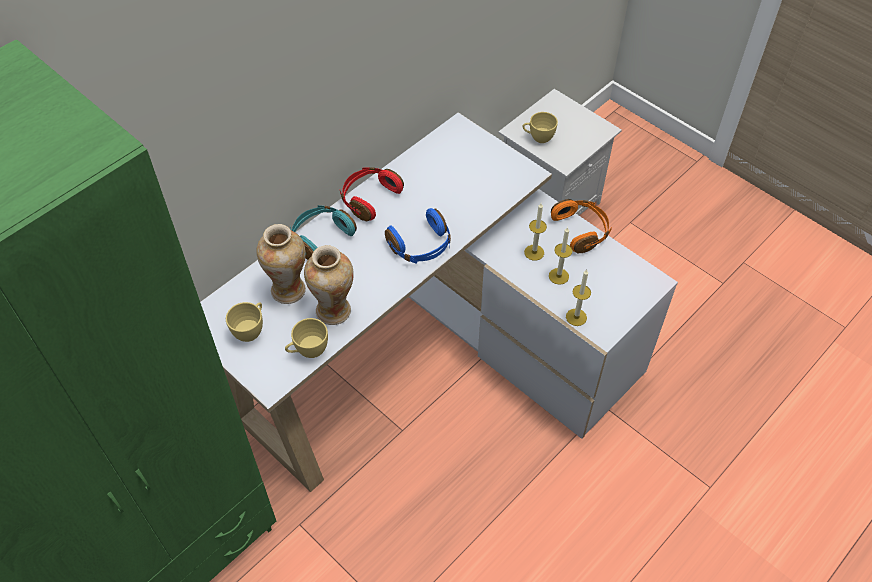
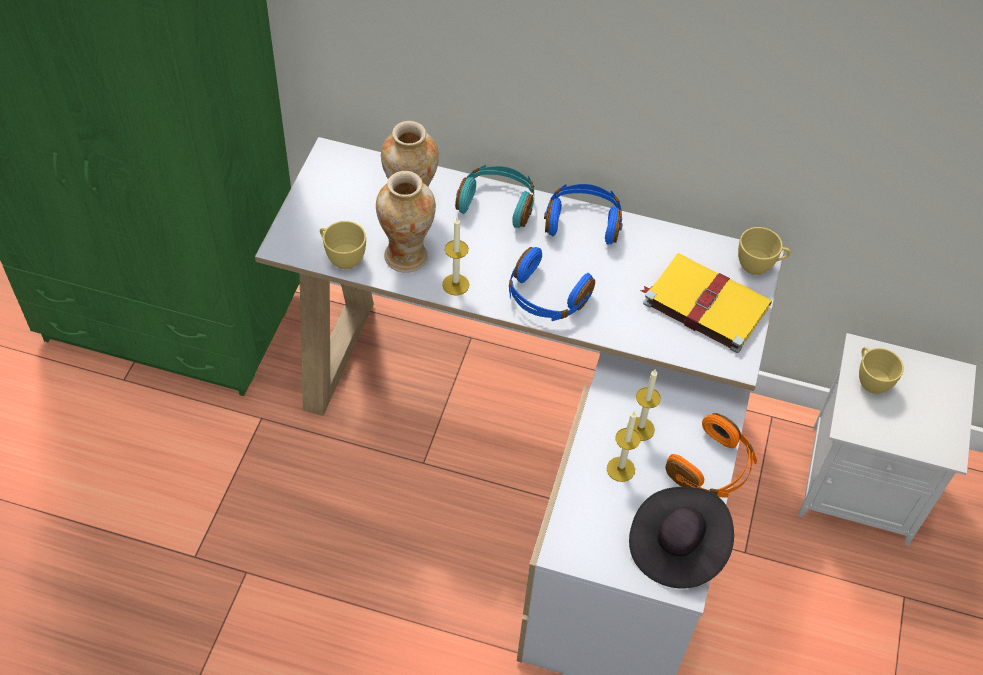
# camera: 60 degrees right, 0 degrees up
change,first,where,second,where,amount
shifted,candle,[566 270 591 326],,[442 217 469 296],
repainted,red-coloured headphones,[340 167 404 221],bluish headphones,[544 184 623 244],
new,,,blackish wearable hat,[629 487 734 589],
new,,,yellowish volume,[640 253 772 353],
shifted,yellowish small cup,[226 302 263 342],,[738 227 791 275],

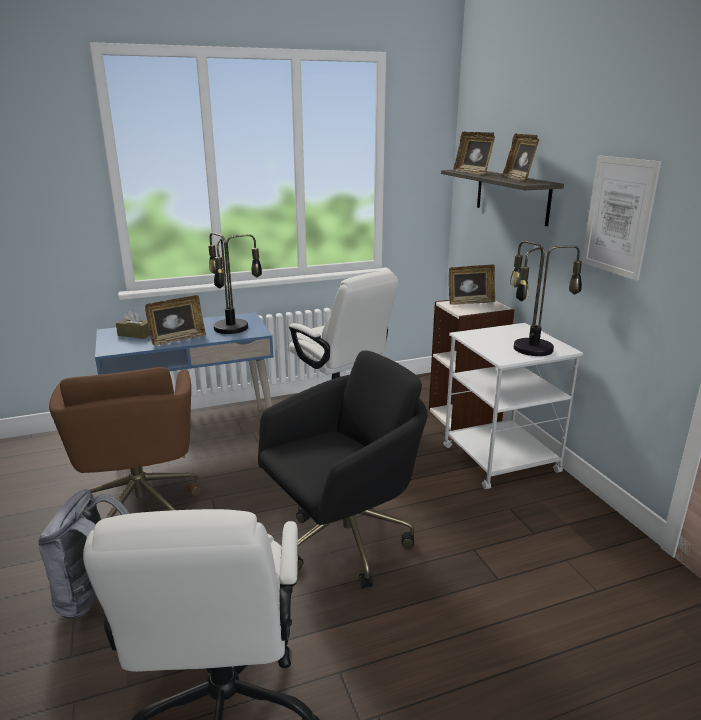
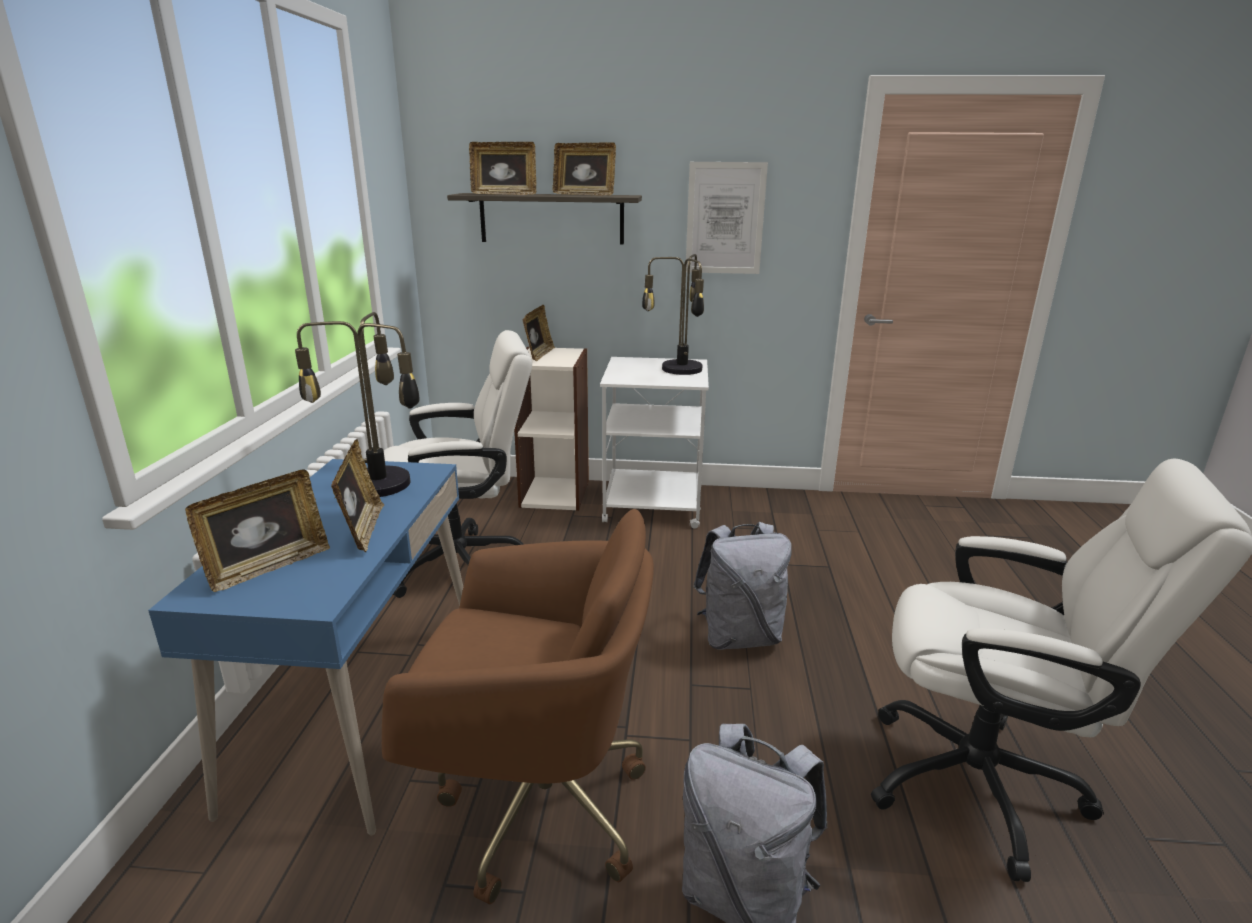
# camera: 65 degrees left, 0 degrees up
change,first,where,second,where,amount
swapped,brown-coloured tissue holder,[116 310 150 339],picture frame,[185 469 330 592],
swapped,blackish office chair,[258 351 428 588],gray backpack,[693 522 792 650],

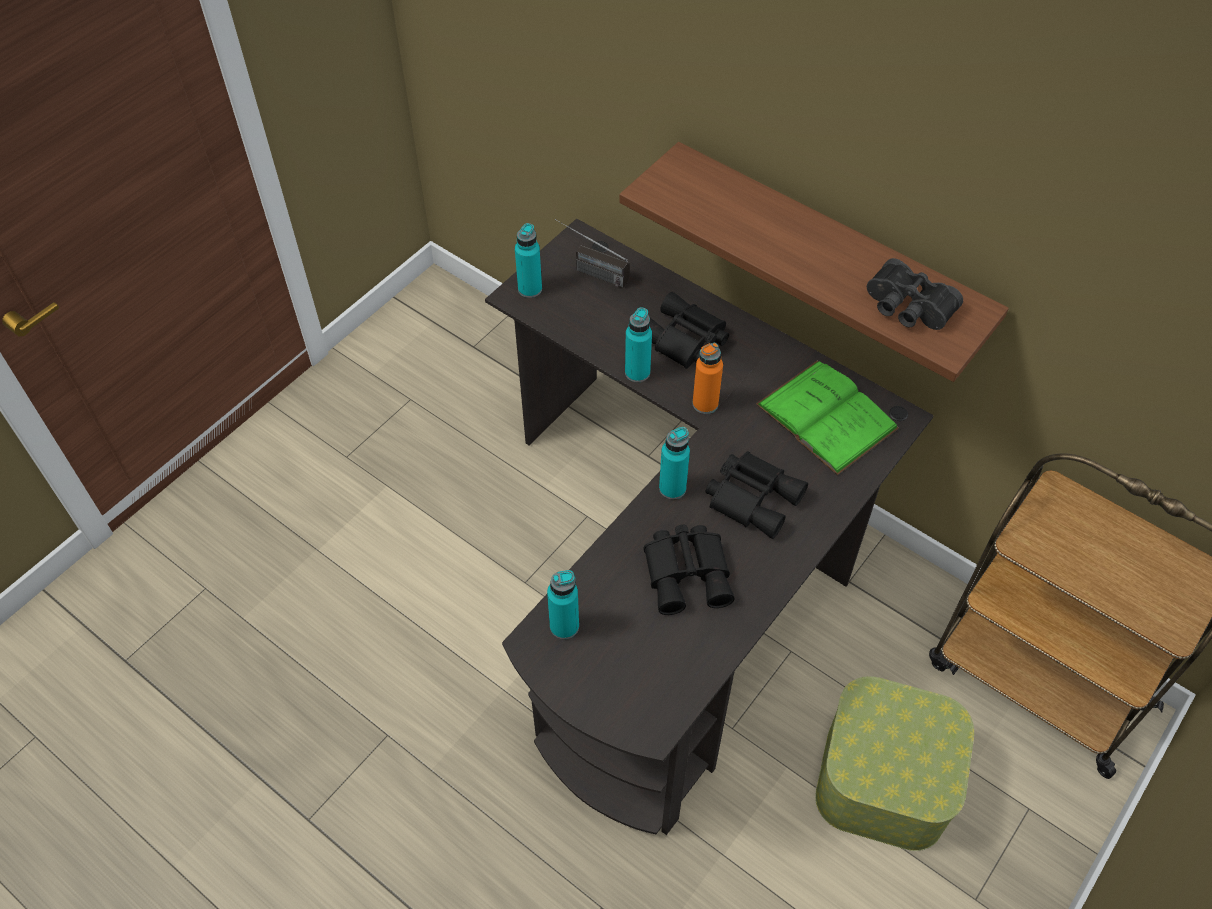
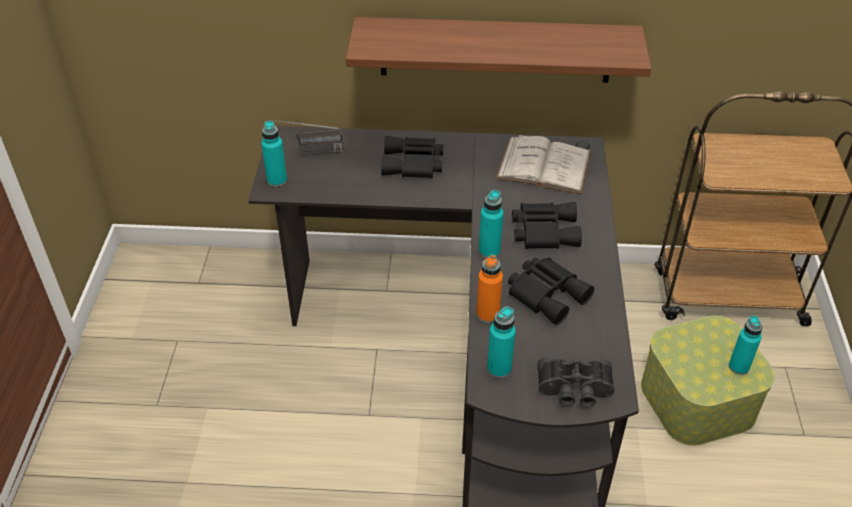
# camera: 35 degrees left, 10 degrees down
change,first,where,second,where,amount
shifted,orange beverage bottle,[693 343 723 414],,[476 255 503 323],
repainted,green volume,[756 361 899 475],white-coloured volume,[495 135 591 194],
shifted,blackish field glasses,[867 258 963 330],,[537 356 614 407],
shifted,turquoise-coloured beverage bottle,[625 307 652 382],,[729 315 762 375],

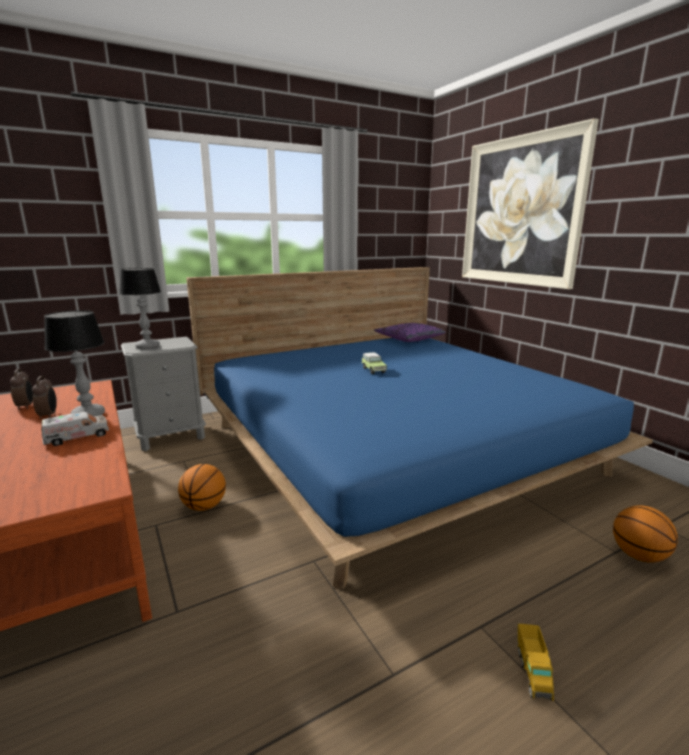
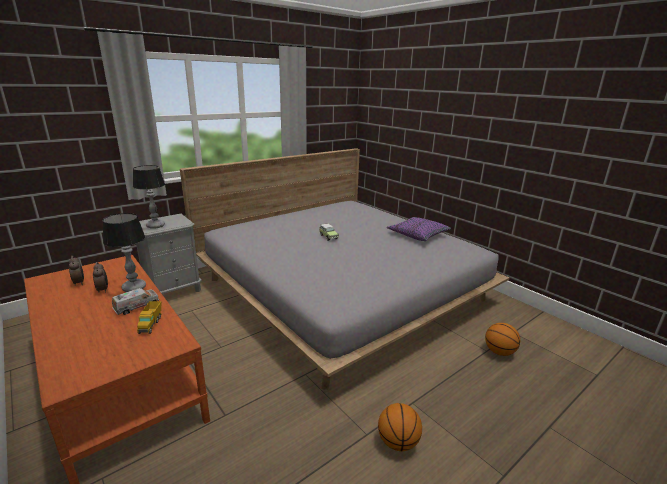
# camera: 10 degrees left, 5 degrees up
change,first,where,second,where,amount
shifted,toy lorry,[518 623 554 701],,[137 301 162 334],
repainted,bluish sleeping bed,[186 267 653 589],gray sleeping bed,[180 148 509 390],
shifted,ball for basketball,[178 464 226 511],,[378 403 422 451],
shifted,purple-coloured cushion,[374 323 445 342],,[387 217 451 241],
gone,wall picture,[462 118 599 289],,,

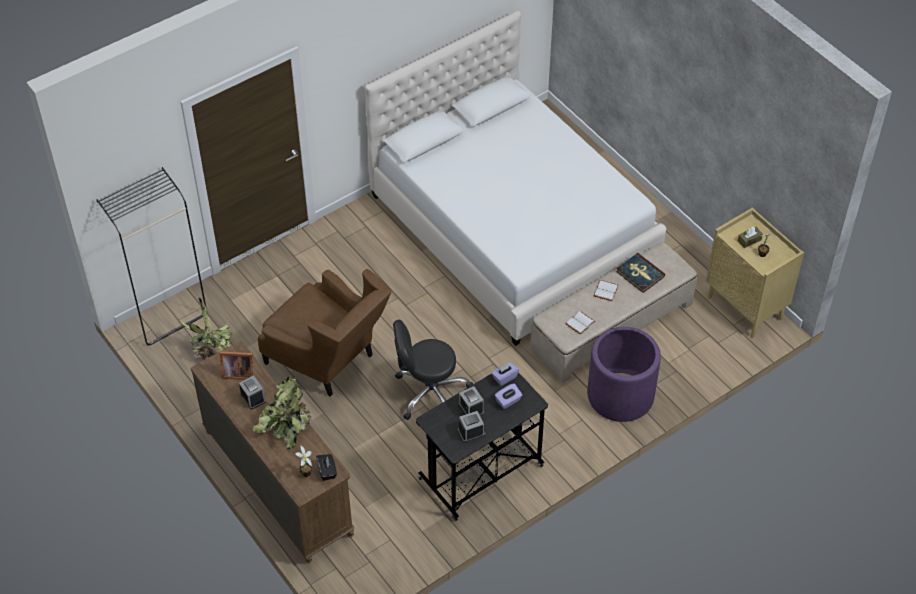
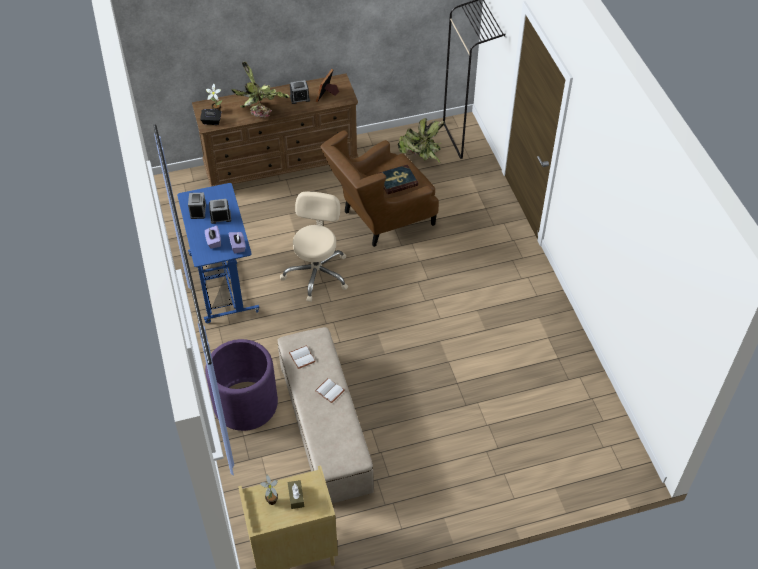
# camera: 110 degrees right, 0 degrees up
change,first,where,second,where,amount
repainted,blackish desk,[416 372 548 521],bluish desk,[177 183 259 323],
repainted,blackish office chair,[393 320 473 420],sand-coloured office chair,[280 192 348 302],
shifted,volume,[616 253 665 293],,[377 165 418 195],
gone,white-coloured sleeping bed,[365 11 666 346],,,

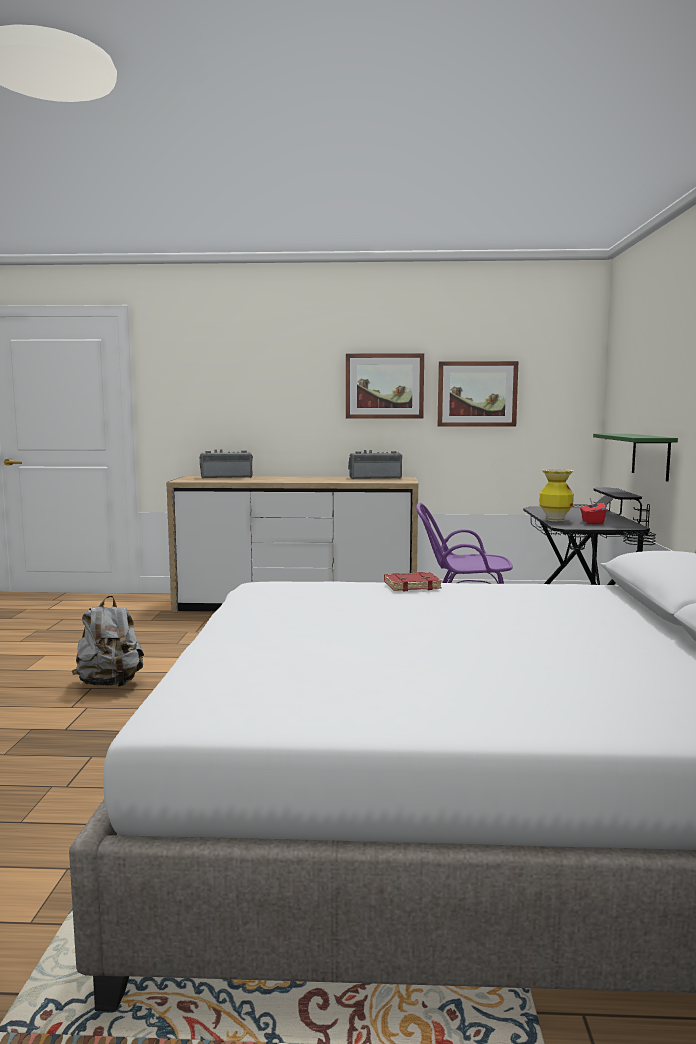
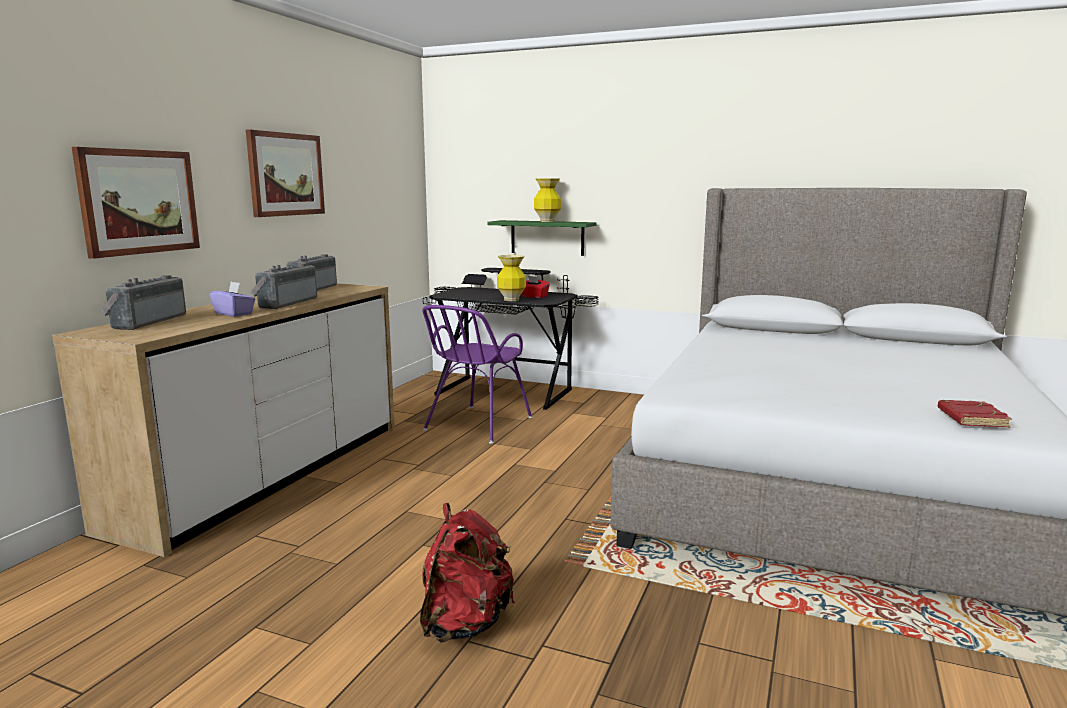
# camera: 70 degrees left, 5 degrees up
change,first,where,second,where,amount
shifted,wall picture,[438 361 518 427],,[72 147 200 259],
new,,,purple-coloured tissue holder,[210 282 255 317],
new,,,radio receiver,[250 263 317 309],
repainted,gray backpack,[72 596 144 687],red-coloured backpack,[420 503 515 642],
new,,,flower vase,[534 178 561 222],
shifted,red-coloured volume,[384 572 442 591],,[937 400 1012 428],

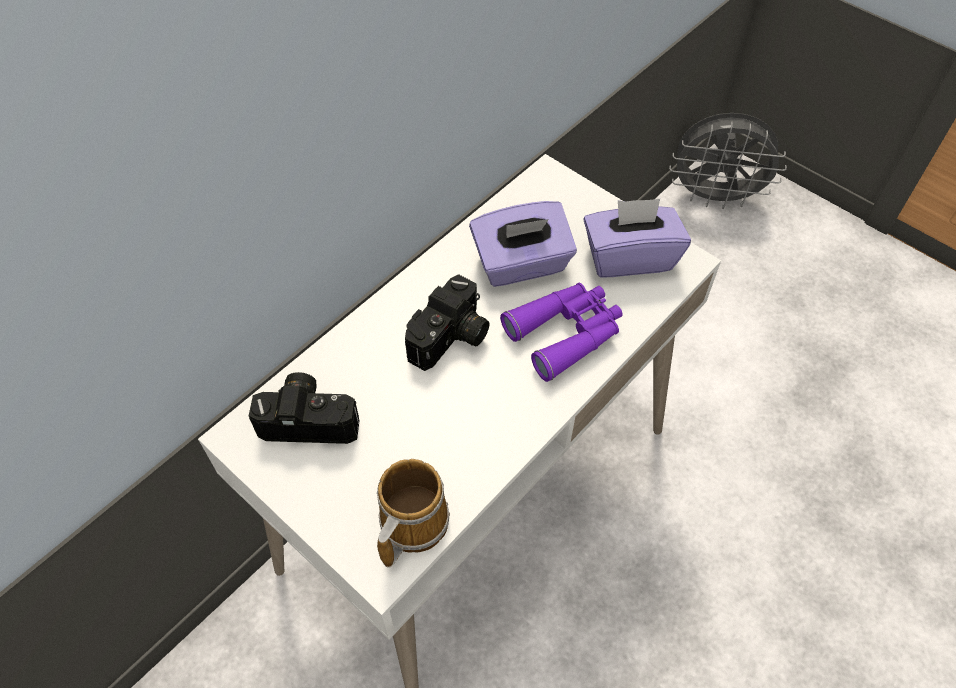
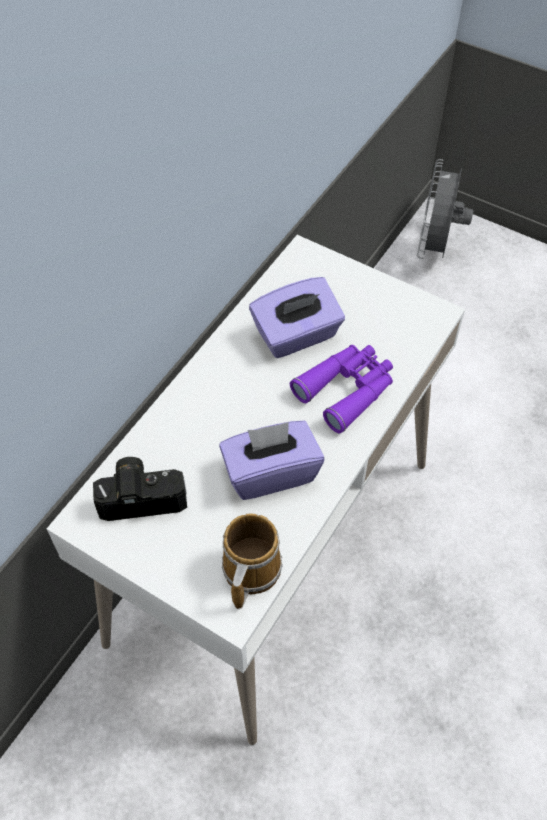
# camera: 10 degrees left, 0 degrees up
change,first,where,second,where,amount
shifted,purple-coloured tissue holder,[583 199 691 277],,[219 421 324 500],
rotated,gray electric fan,[669 113 787 209],,[417 159 473 259],105 degrees clockwise
gone,still camera,[405 274 490 371],,,

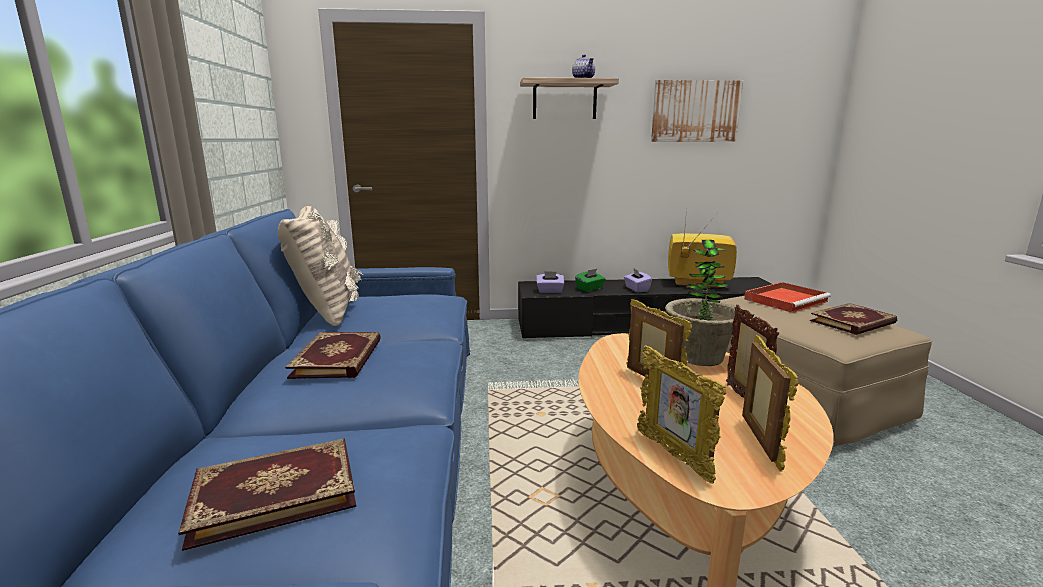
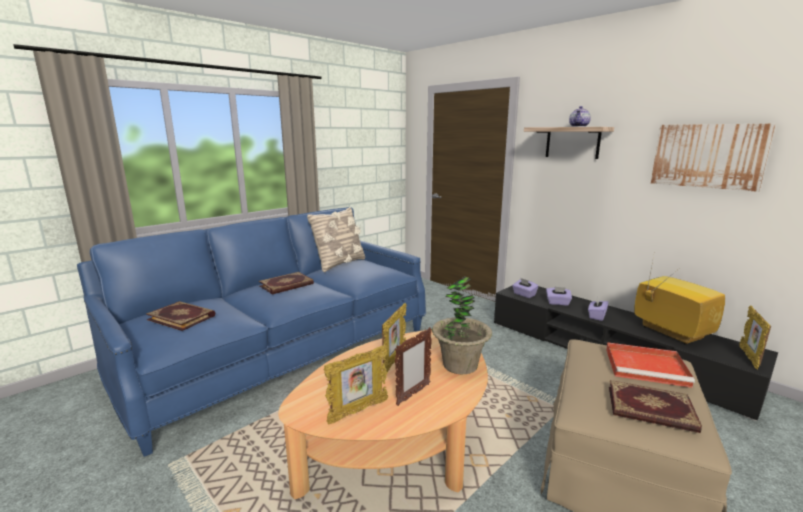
# camera: 50 degrees right, 0 degrees up
change,first,where,second,where,amount
repainted,green tissue holder,[575 269 605 292],purple-coloured tissue holder,[546 287 572 305],
shifted,picture frame,[637 345 726 484],,[739 306 771 369],

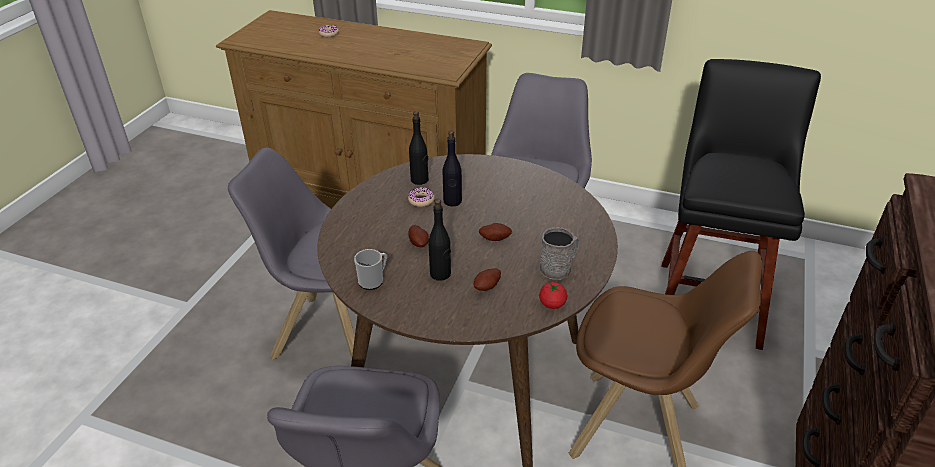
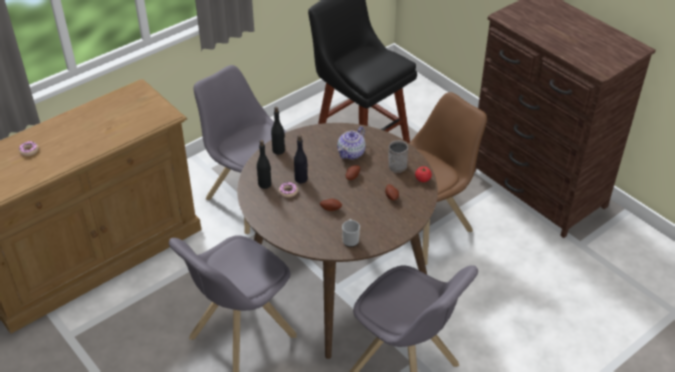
# camera: 60 degrees left, 5 degrees up
change,first,where,second,where,amount
shifted,blackish beverage bottle,[429 199 451 281],,[271 107 285 155],
new,,,teapot,[337 127 366 159],

